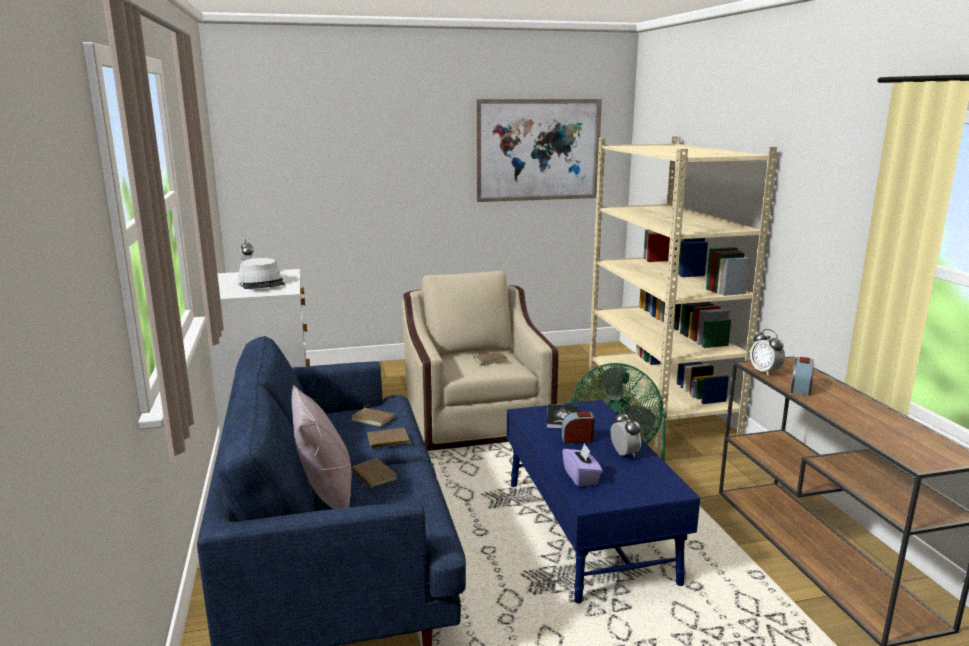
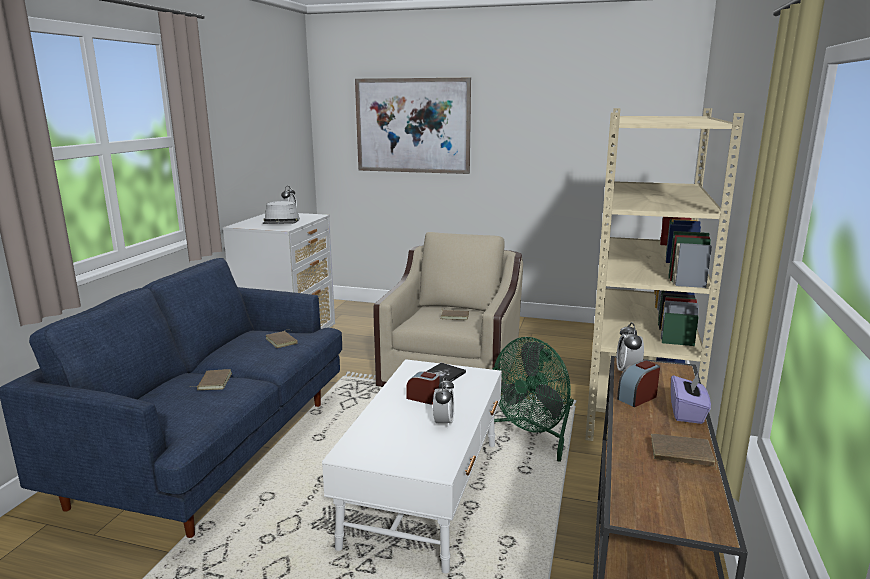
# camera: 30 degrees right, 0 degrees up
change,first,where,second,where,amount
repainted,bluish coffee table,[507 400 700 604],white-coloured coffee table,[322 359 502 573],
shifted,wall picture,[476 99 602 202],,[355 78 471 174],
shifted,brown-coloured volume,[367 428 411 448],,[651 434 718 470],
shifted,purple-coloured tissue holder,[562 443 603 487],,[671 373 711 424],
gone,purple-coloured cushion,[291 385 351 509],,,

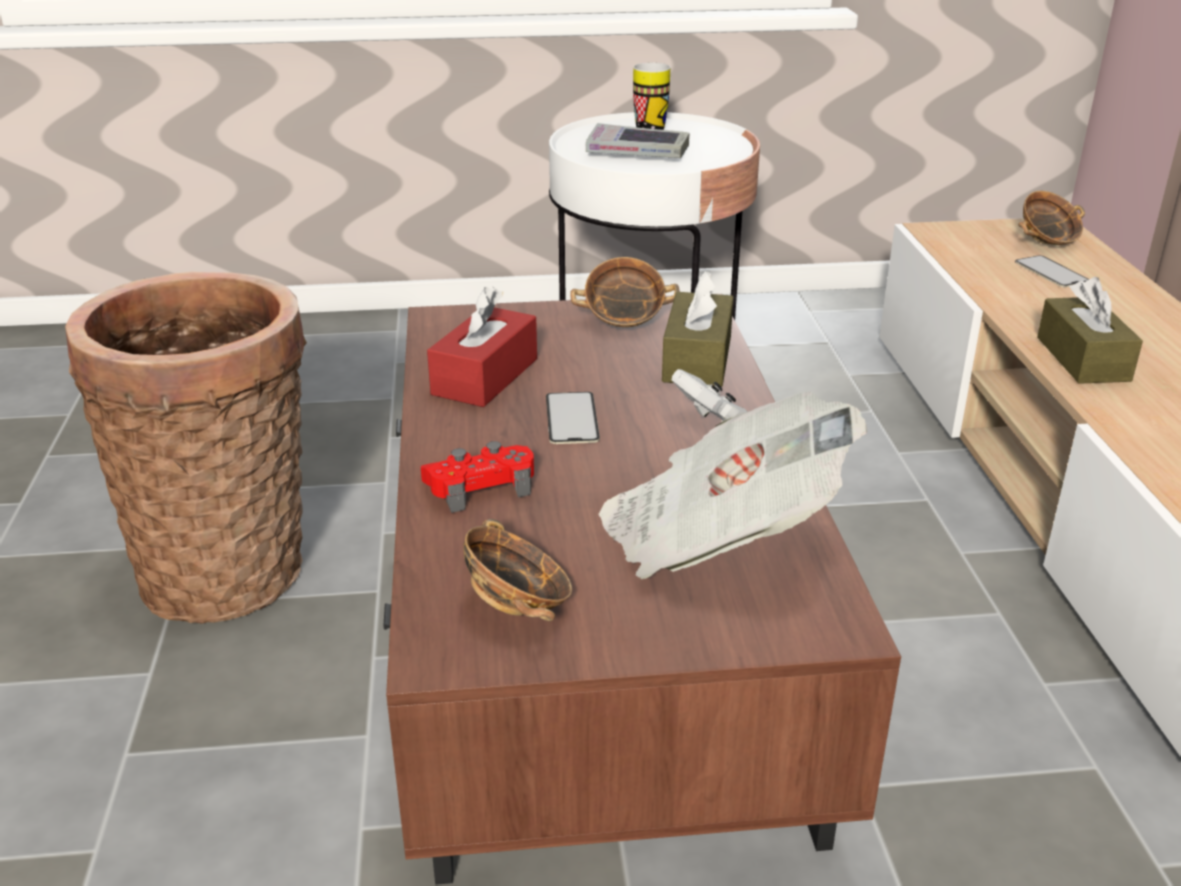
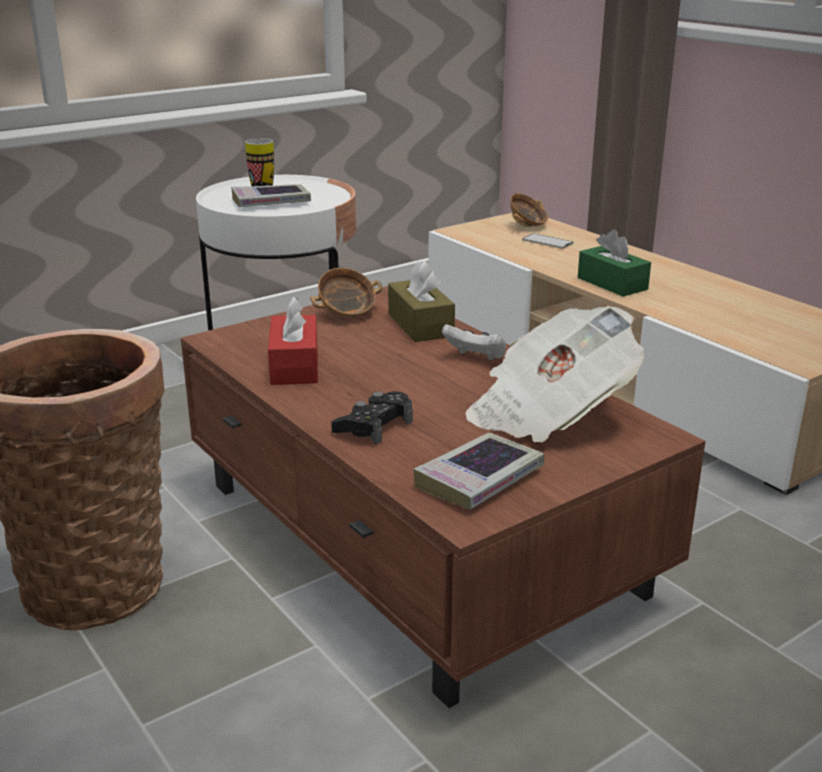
# camera: 30 degrees left, 5 degrees down
change,first,where,second,where,amount
repainted,red-coloured joypad,[421 441 534 513],blackish joypad,[331 391 413 445],
swapped,serving bowl,[463 519 572 621],volume,[414 433 544 509],
repainted,brown-coloured tissue holder,[1037 277 1143 384],green tissue holder,[578 230 651 297],
gone,telephone,[546 392 600 444],,,

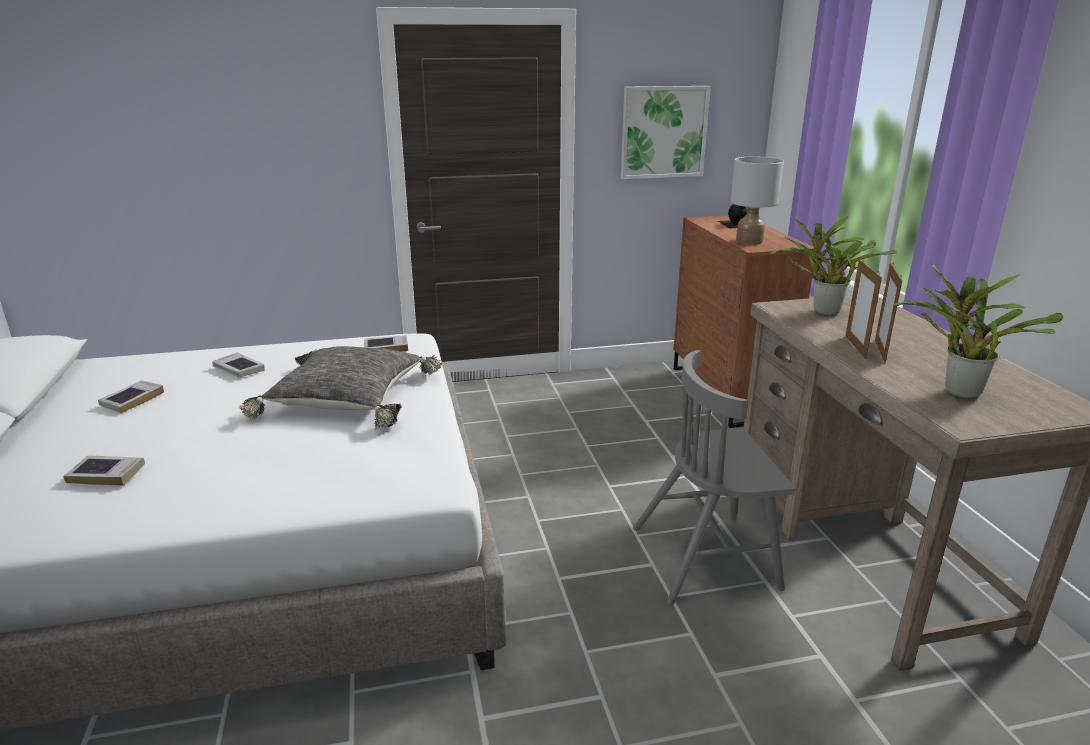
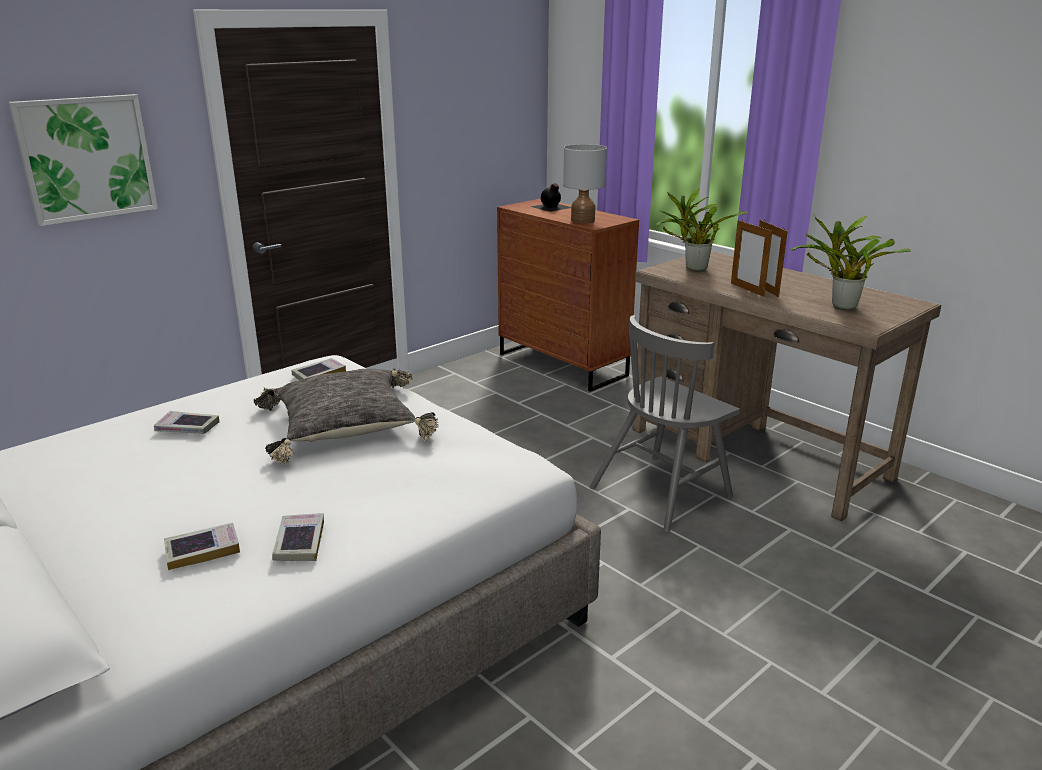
# camera: 30 degrees left, 0 degrees up
change,first,where,second,where,amount
shifted,wall picture,[621 86 710 179],,[8 94 158 226],
shifted,volume,[98 380 164 413],,[272 513 324 561],

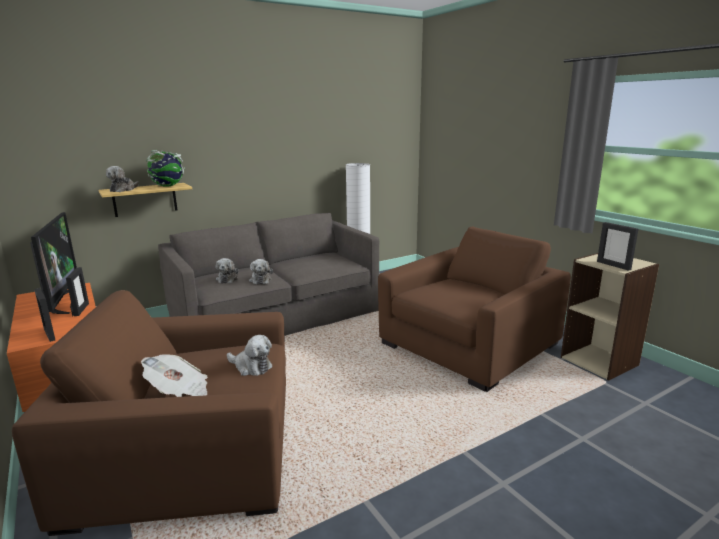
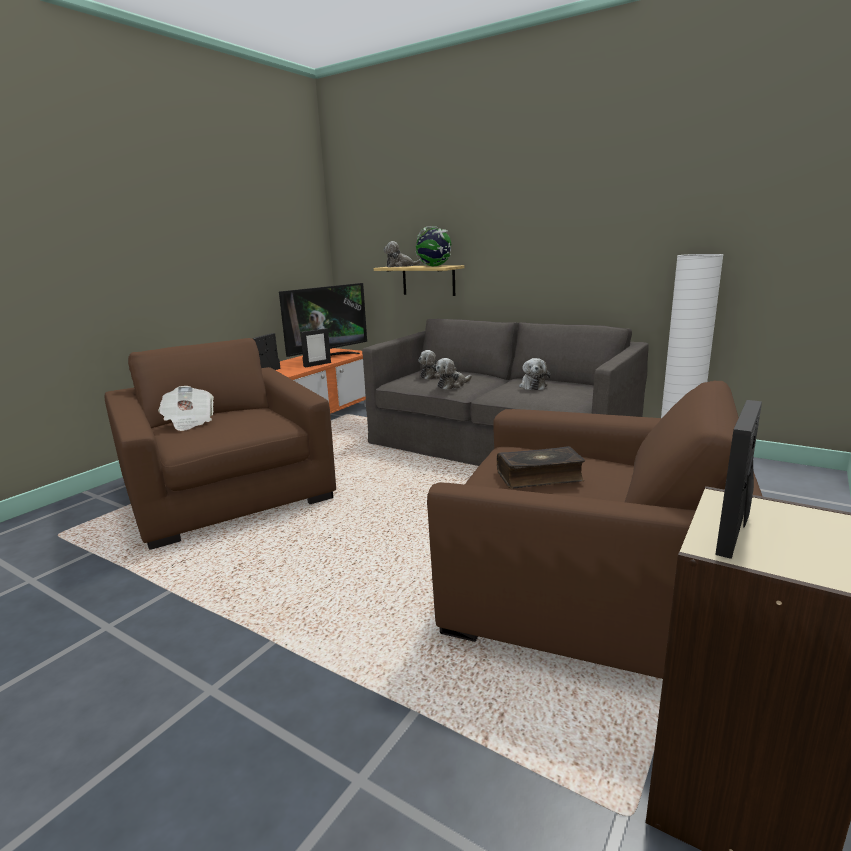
# camera: 65 degrees right, 0 degrees up
change,first,where,second,where,amount
new,,,volume,[497 446 585 489],
shifted,cuddly toy,[227 335 273 376],,[519 358 550 390],

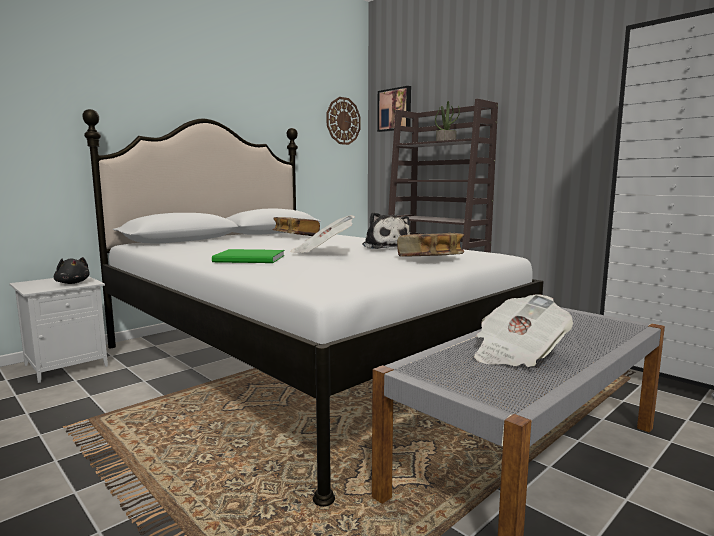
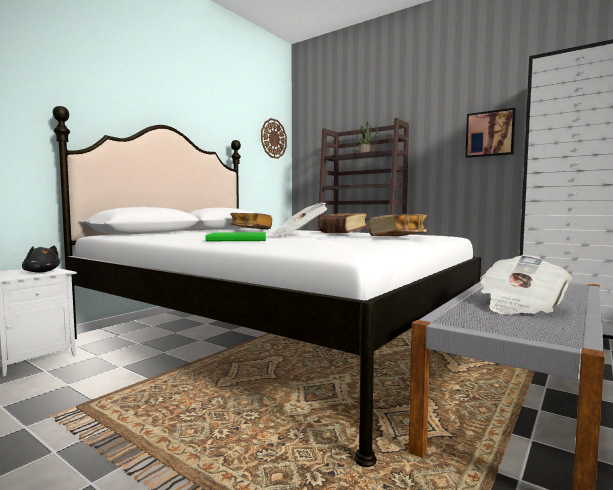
# camera: 10 degrees left, 5 degrees down
change,first,where,second,where,amount
swapped,cuddly toy,[363 212 410 249],volume,[319 213 368 233],
shifted,wall picture,[377 86 411 132],,[465 108 516 158],

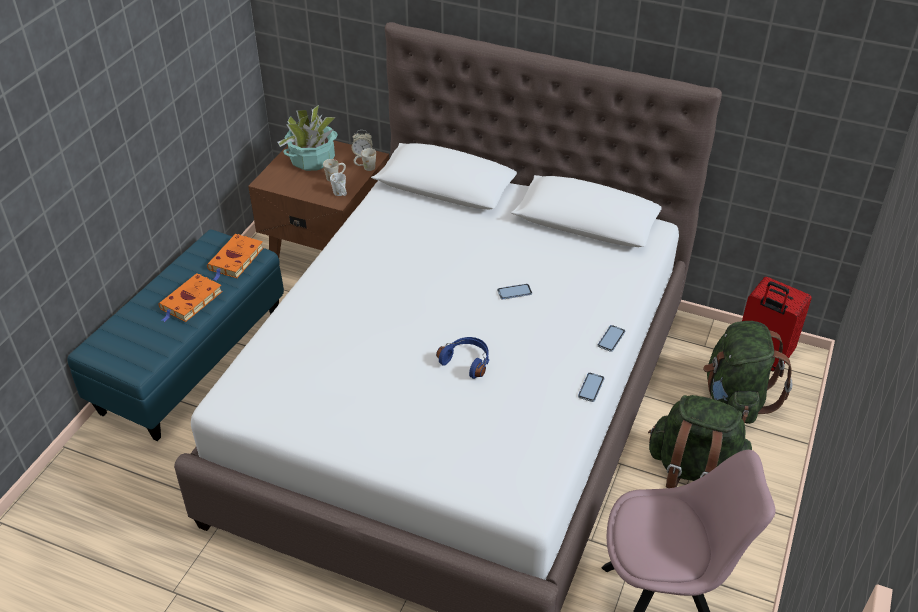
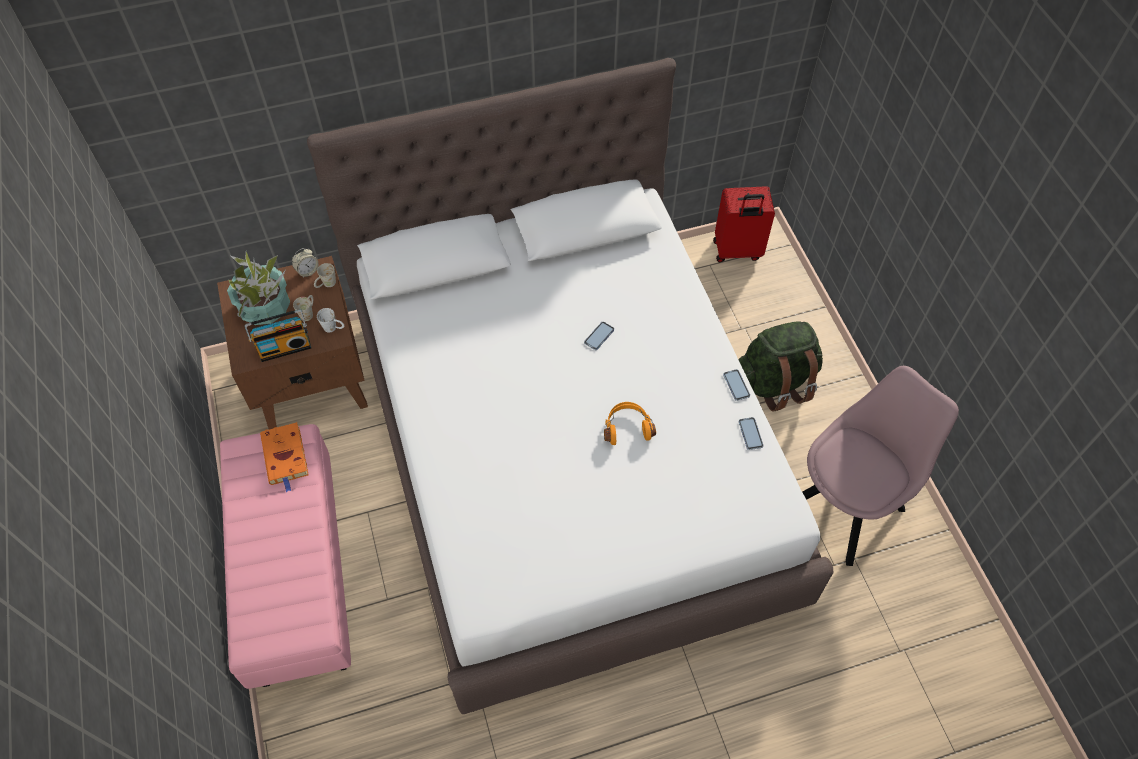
# camera: 40 degrees left, 15 degrees up
change,first,where,second,where,amount
repainted,bluish ottoman,[68 230 284 441],pink-coloured ottoman,[220 424 351 689],
new,,,radio receiver,[245 309 311 362],
repainted,bluish headphones,[436 337 490 379],orange headphones,[604 402 656 445],
shifted,telephone,[598 325 625 352],,[739 417 764 450],
gone,orange volume,[158 273 223 322],,,
gone,green backpack,[703 321 793 424],,,

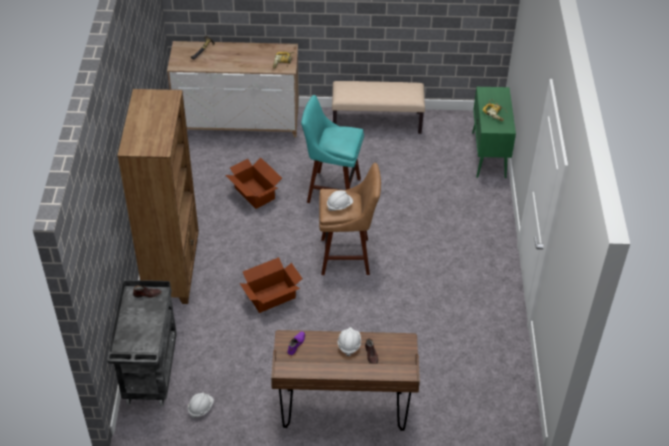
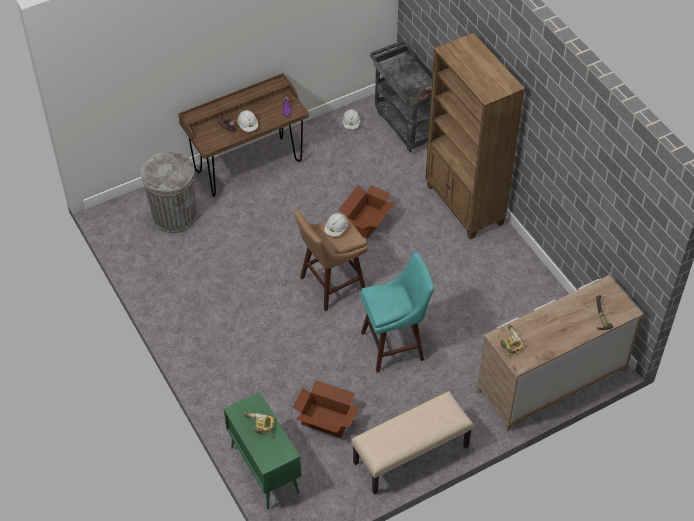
# camera: 150 degrees right, 5 degrees up
change,first,where,second,where,amount
new,,,gray waste bin,[141 152 197 233],
shifted,packing box,[226 158 282 209],,[293 380 359 438],

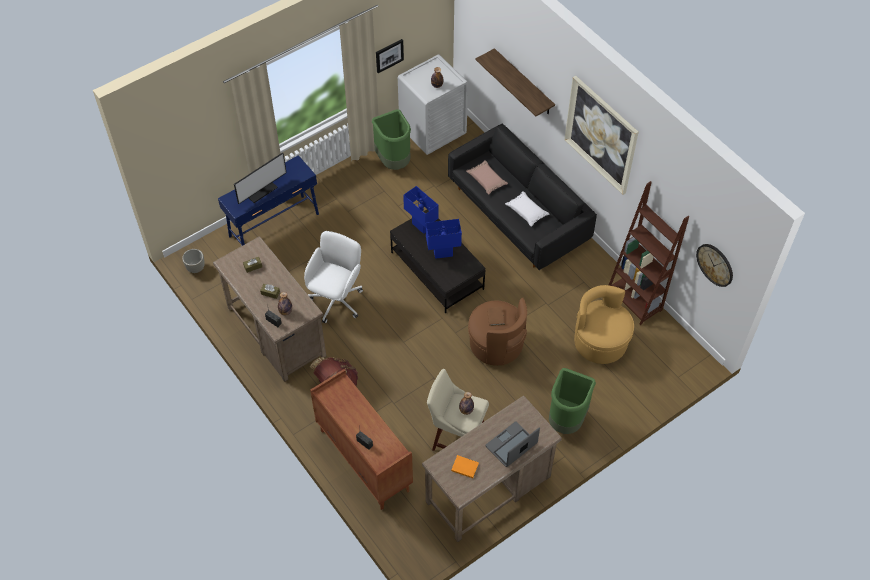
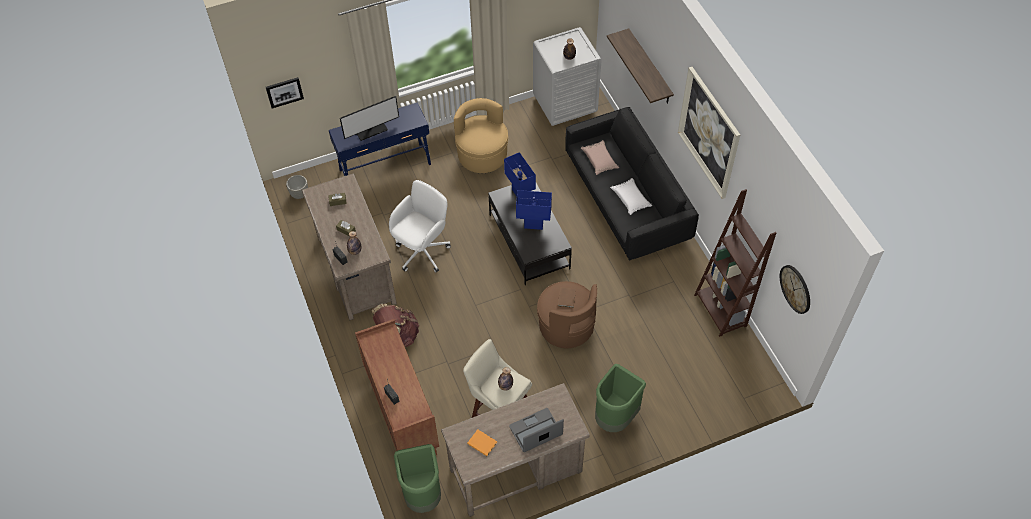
# camera: 15 degrees right, 0 degrees up
change,first,where,second,where,amount
shifted,wall picture,[376 39 404 73],,[266 77 304 108],
shifted,green waste bin,[372 109 411 170],,[394 444 441 513],
shifted,sand-coloured lounge chair,[574 285 634 364],,[454 98 508 173],

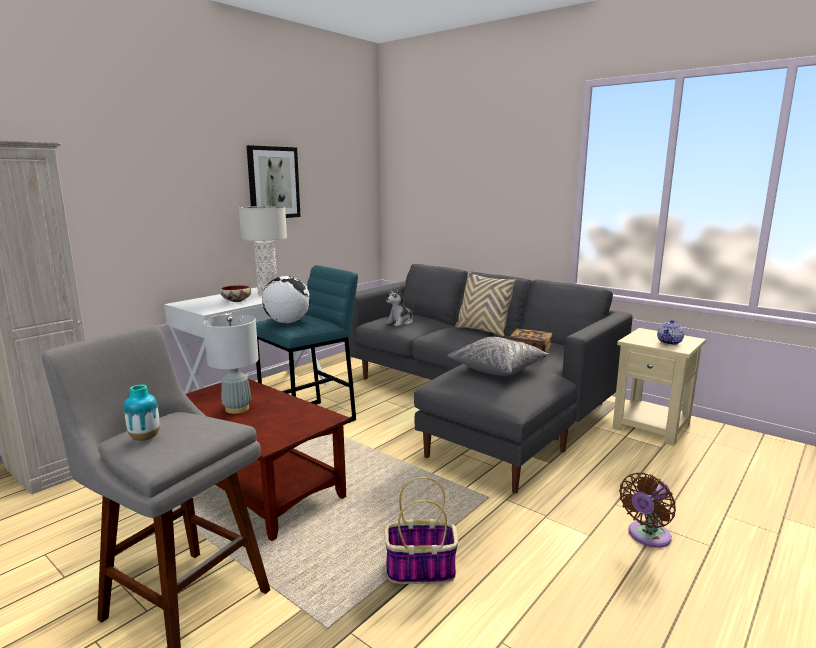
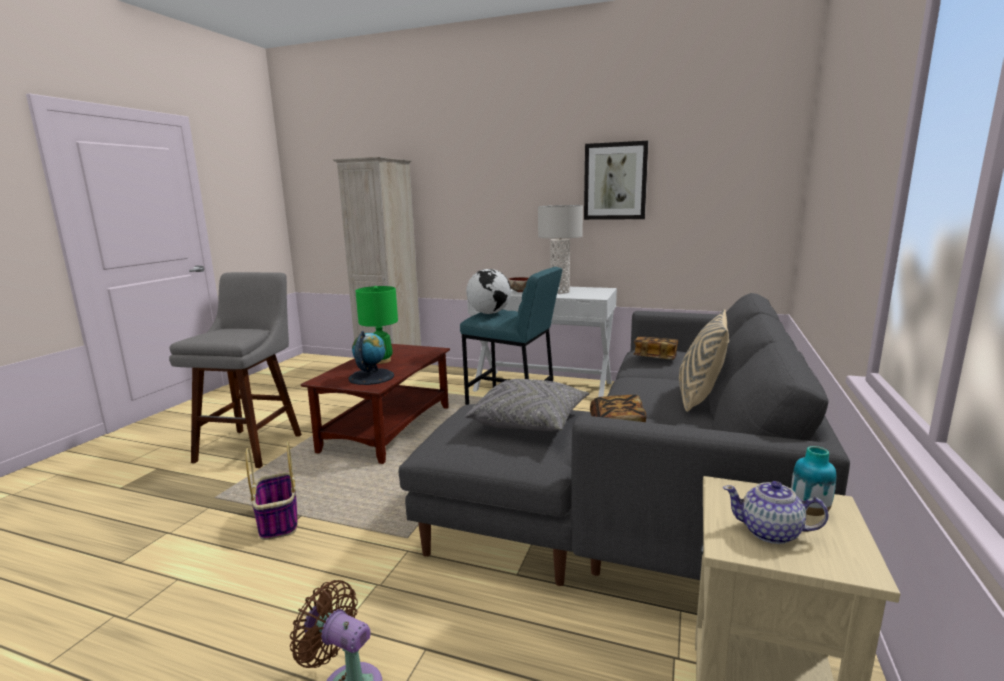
# camera: 70 degrees right, 0 degrees up
change,first,where,second,where,amount
new,,,globe,[349 331 394 385],
repainted,gray table lamp,[203 314 259 414],green table lamp,[356 286 398 364],
swapped,cuddly toy,[385 287 414 326],volume,[633 336 678 360],
shifted,flower vase,[124 385 160 441],,[791 446 836 516],

